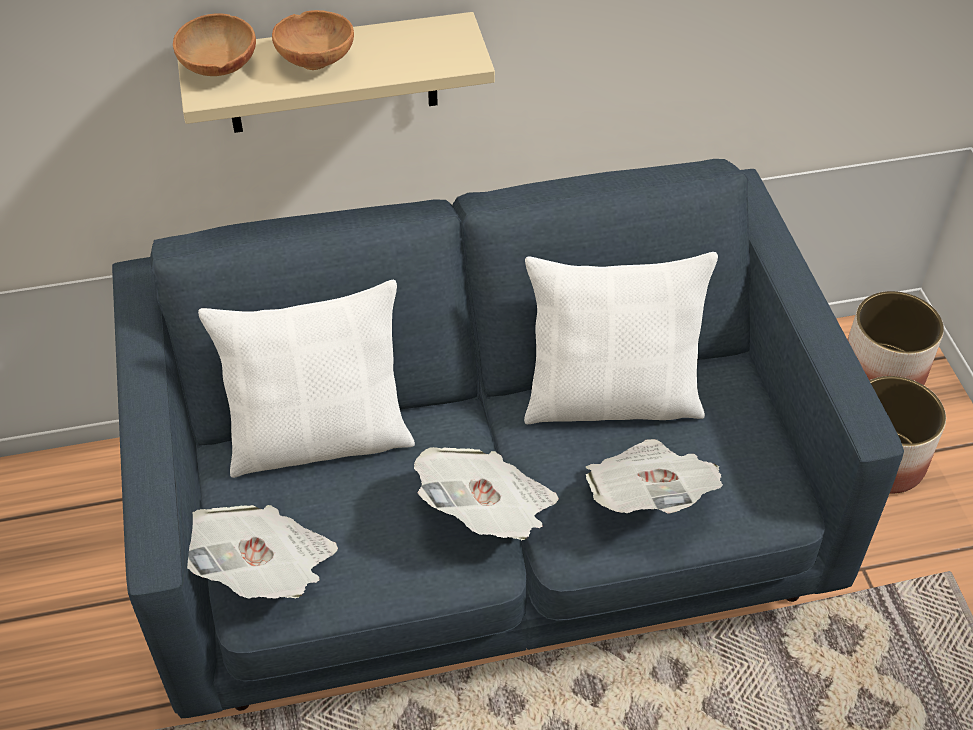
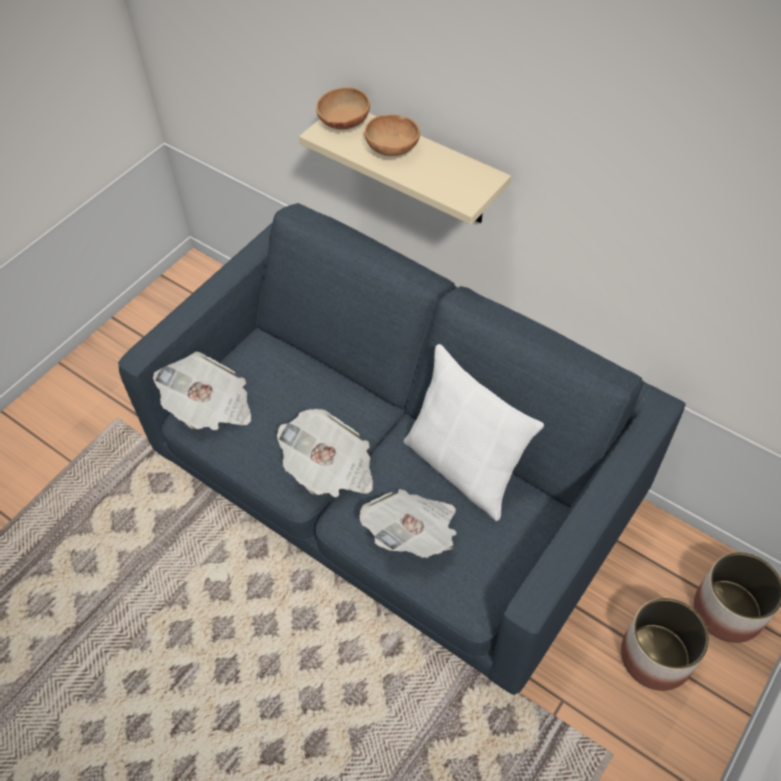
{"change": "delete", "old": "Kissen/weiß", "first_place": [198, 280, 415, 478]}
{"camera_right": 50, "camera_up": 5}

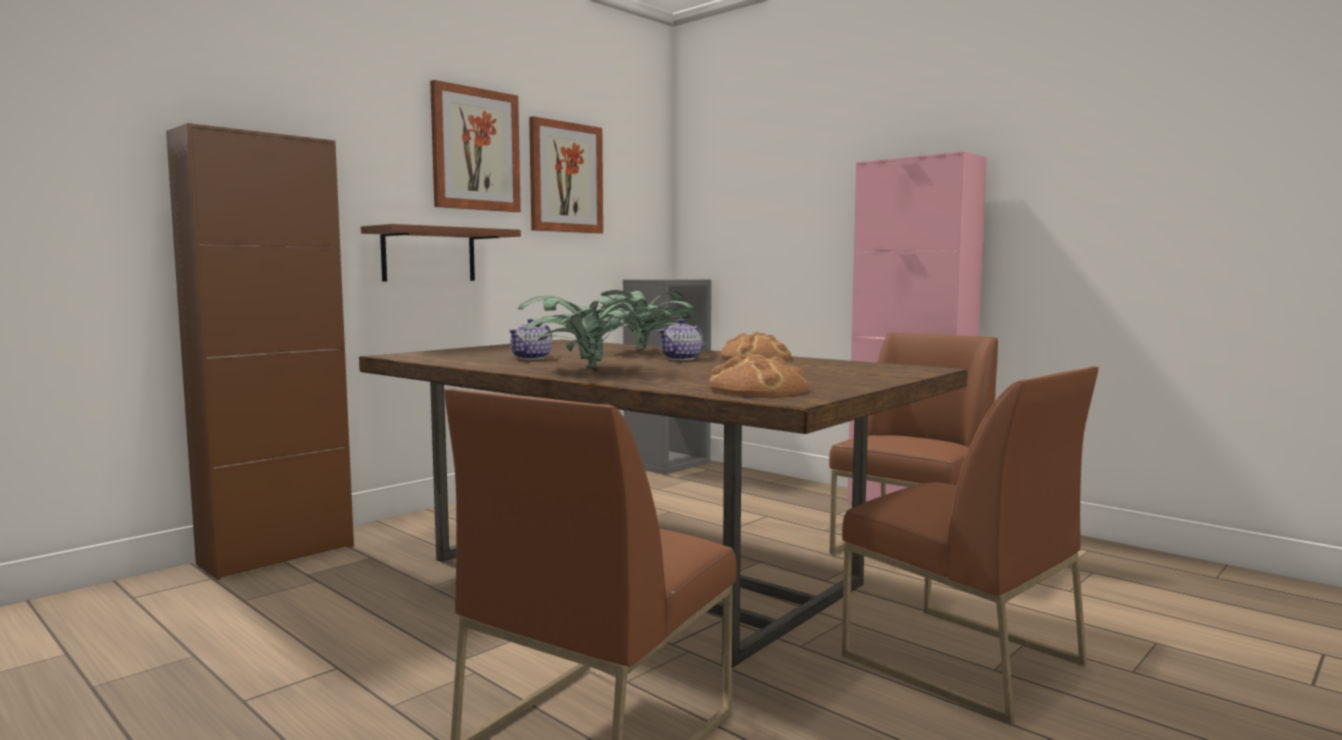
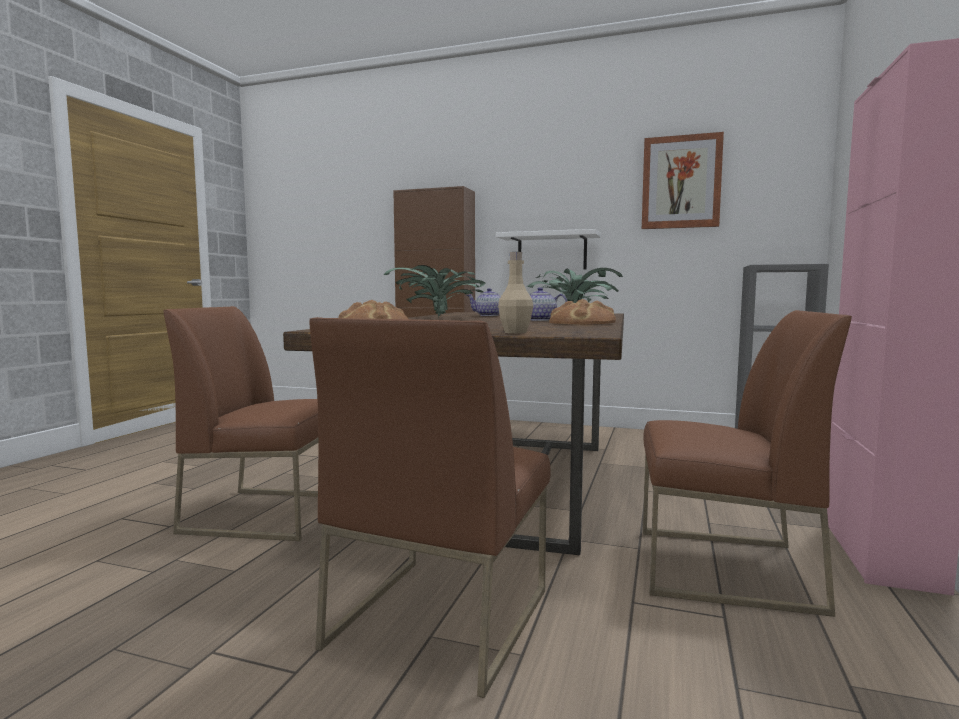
{"change": "delete", "old": "Bild", "first_place": [430, 80, 521, 212]}
{"change": "recolor", "old": "Wandregal/braun", "new": "Wandregal/weiß", "first_place": [361, 224, 521, 282], "second_place": [496, 229, 601, 269]}
{"change": "insert", "new": "Flasche/beige", "second_place": [498, 252, 533, 333]}
{"camera_right": 65, "camera_up": 0}

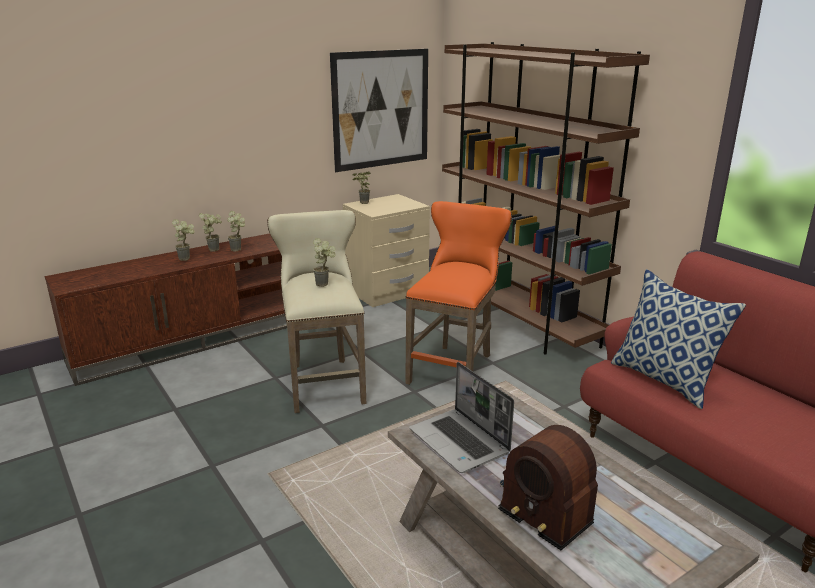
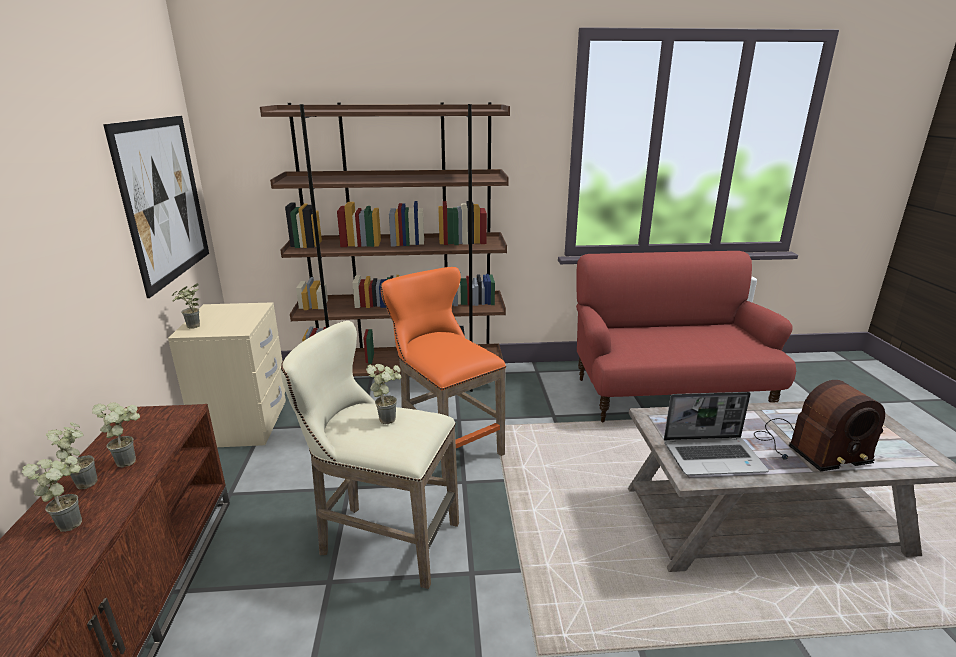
{"change": "delete", "old": "Kissen", "first_place": [611, 269, 746, 409]}
{"camera_right": -60, "camera_up": 0}

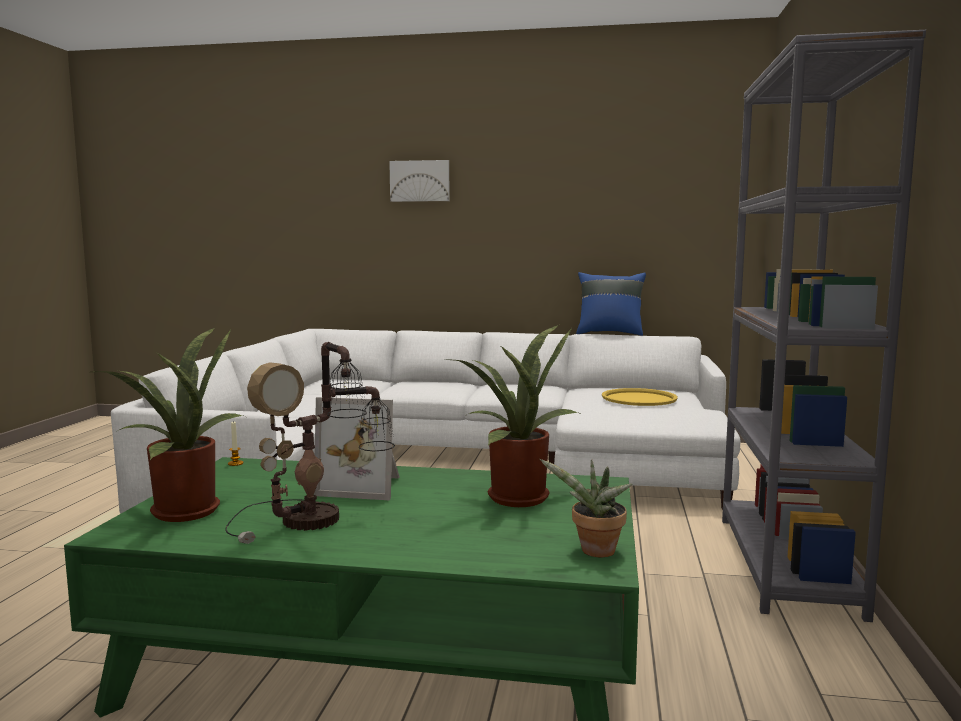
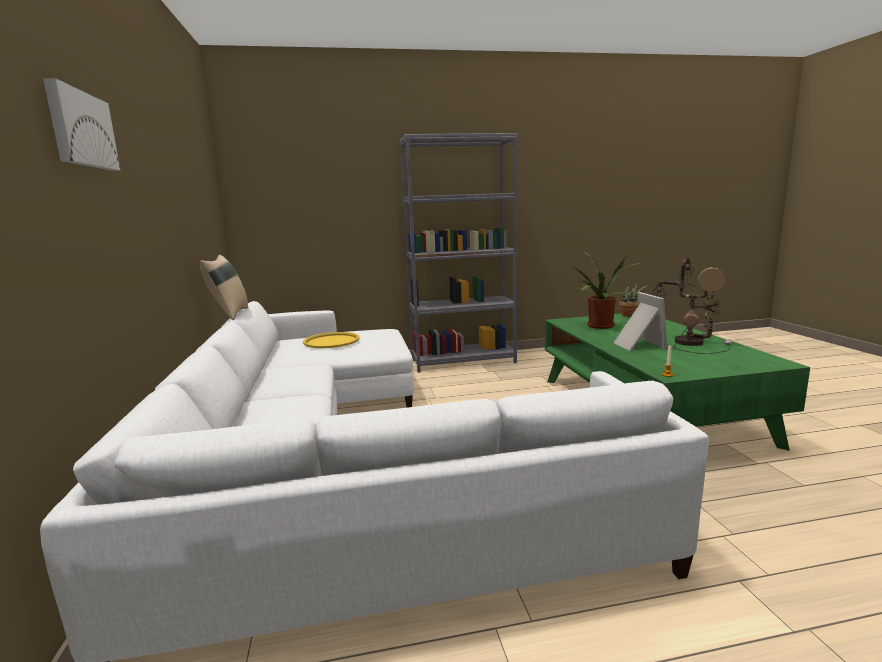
{"change": "recolor", "old": "Kissen/blau", "new": "Kissen/beige", "first_place": [576, 272, 646, 336], "second_place": [200, 255, 248, 320]}
{"change": "delete", "old": "Topfpflanze", "first_place": [95, 328, 246, 522]}
{"camera_right": -110, "camera_up": 5}

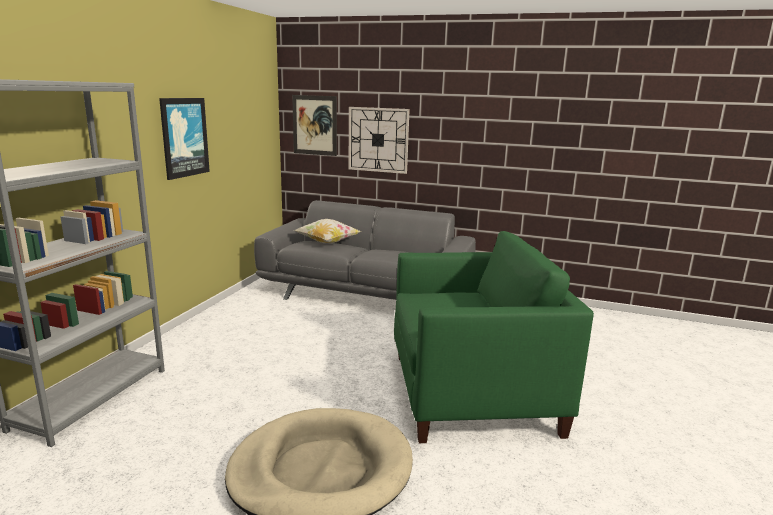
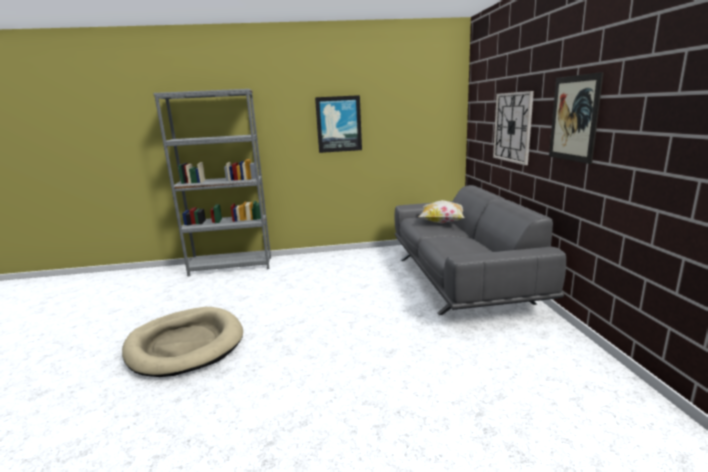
{"change": "move", "old": "Bild", "first_place": [292, 95, 337, 156], "second_place": [549, 72, 604, 164]}
{"change": "delete", "old": "Sessel/grün", "first_place": [394, 231, 594, 443]}
{"camera_right": 65, "camera_up": 0}

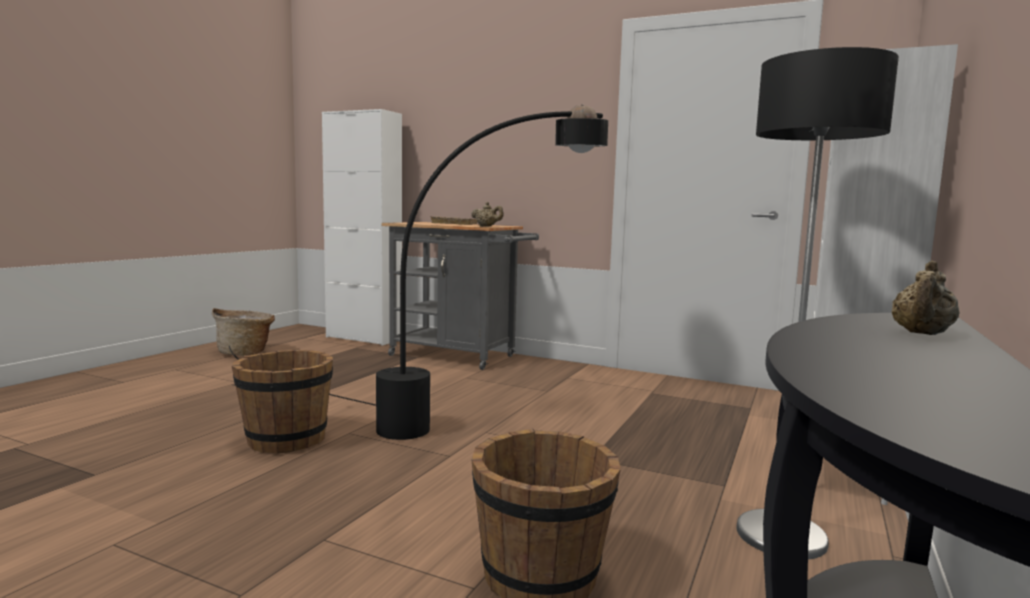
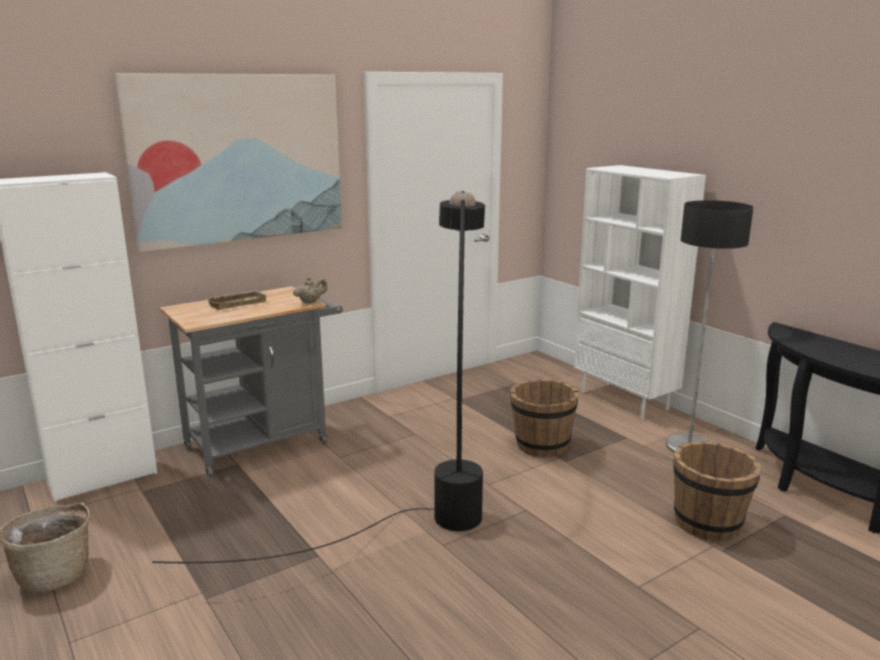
{"change": "delete", "old": "Teekanne/beige", "first_place": [892, 261, 960, 335]}
{"change": "move", "old": "Eimer/braun", "first_place": [232, 350, 333, 454], "second_place": [510, 379, 579, 457]}
{"change": "insert", "new": "Bild", "second_place": [114, 73, 342, 252]}
{"camera_right": -60, "camera_up": 10}

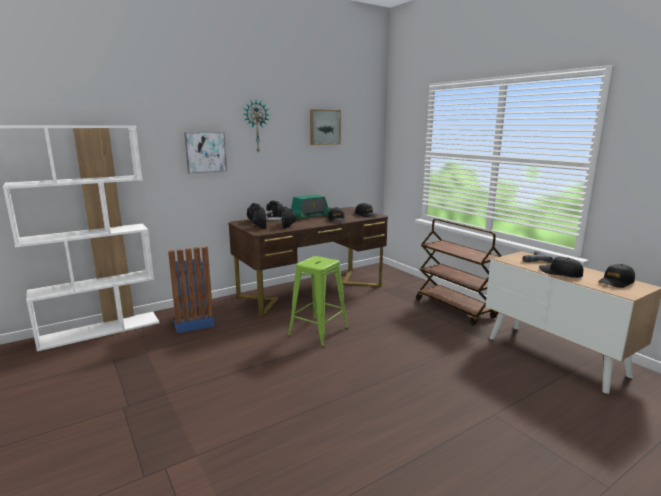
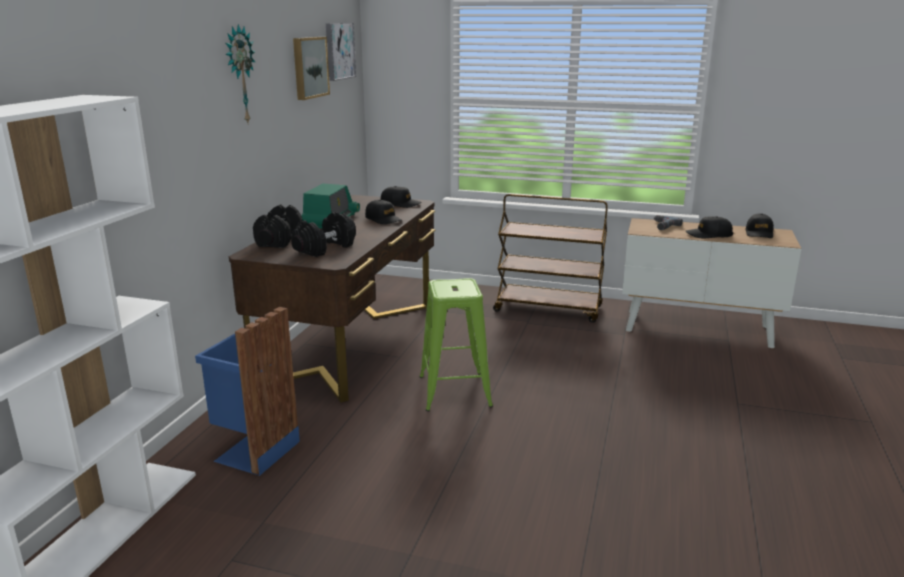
{"change": "move", "old": "Bild", "first_place": [184, 132, 227, 173], "second_place": [326, 23, 356, 81]}
{"camera_right": -40, "camera_up": 5}

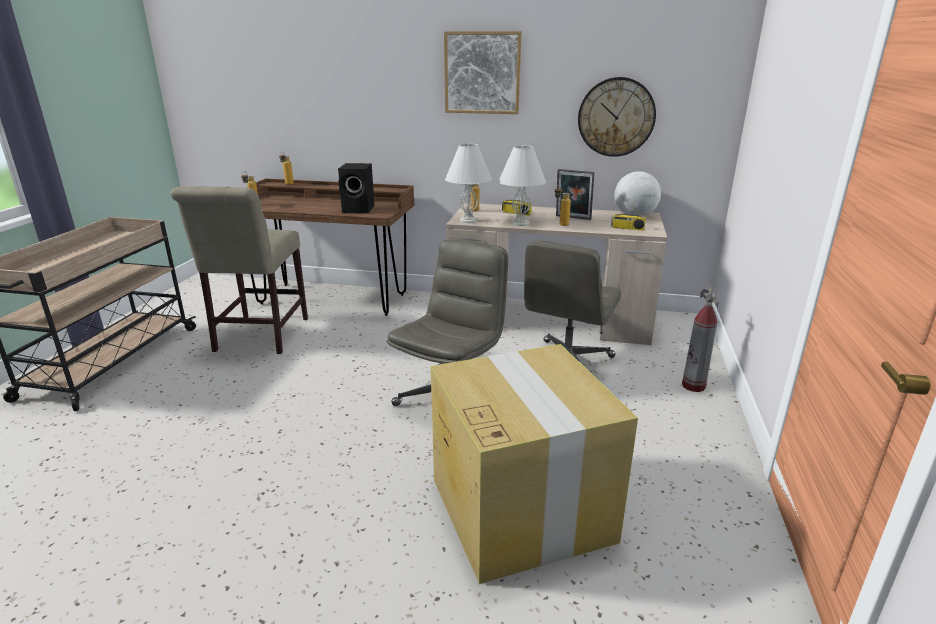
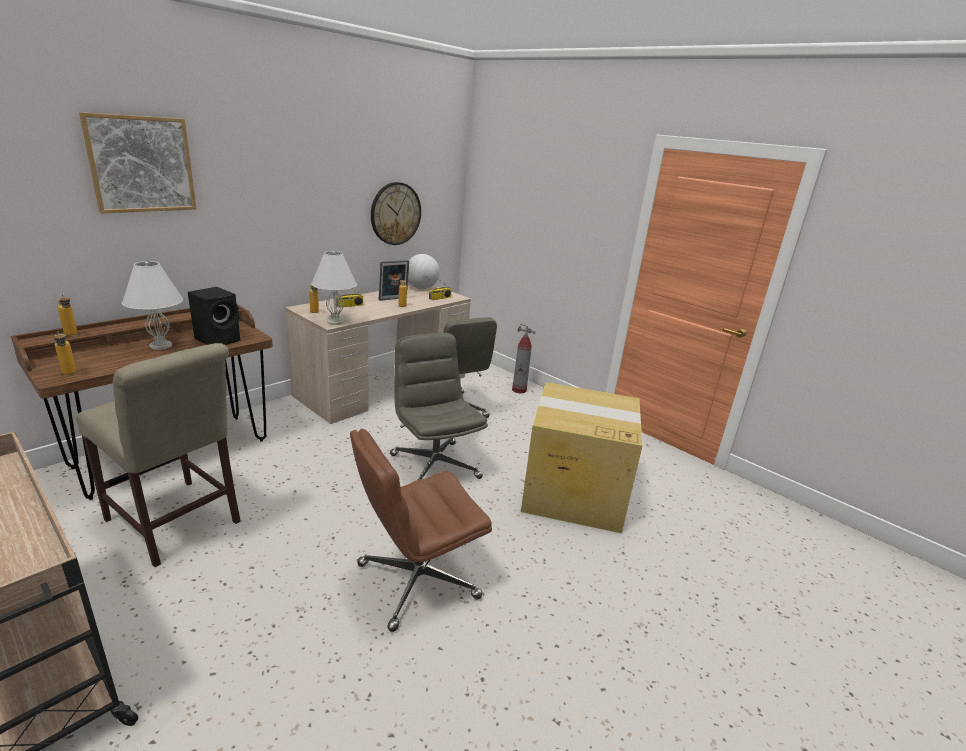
{"change": "move", "old": "Bild", "first_place": [444, 31, 522, 114], "second_place": [79, 112, 196, 213]}
{"change": "move", "old": "Tischlampe/weiß", "first_place": [498, 145, 546, 226], "second_place": [122, 261, 183, 350]}
{"change": "insert", "new": "Bürostuhl/braun", "second_place": [350, 429, 492, 632]}
{"camera_right": -60, "camera_up": 0}

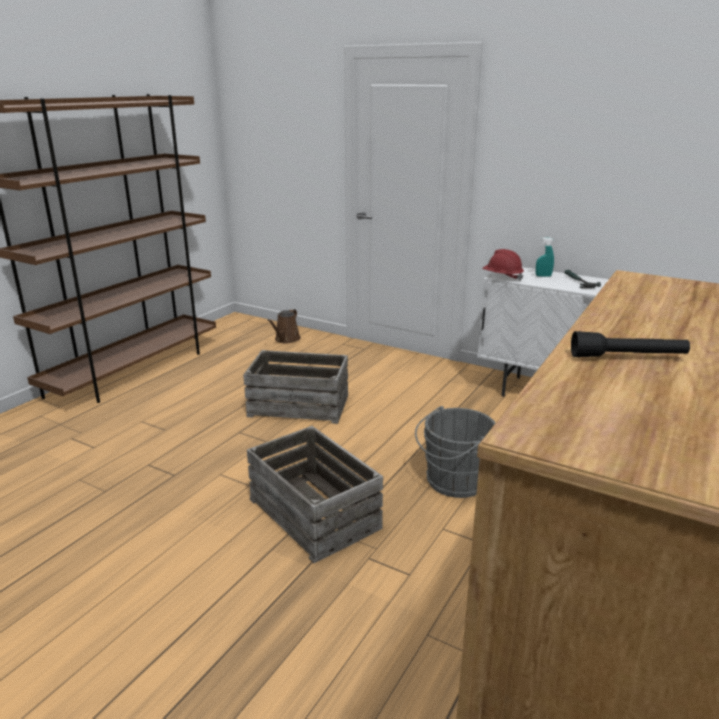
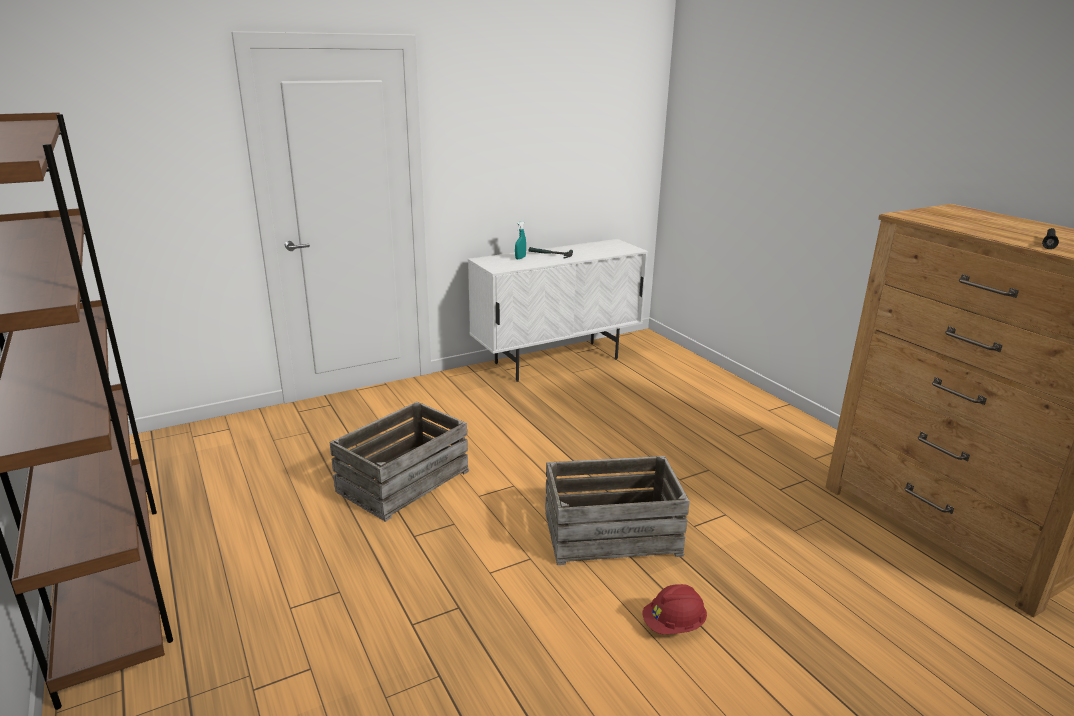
{"change": "move", "old": "Schutzhelm/rot", "first_place": [482, 249, 524, 281], "second_place": [642, 584, 707, 634]}
{"change": "delete", "old": "Gießkanne/braun", "first_place": [267, 309, 301, 344]}
{"change": "delete", "old": "Eimer/grau", "first_place": [415, 406, 496, 498]}
{"camera_right": -60, "camera_up": 0}

